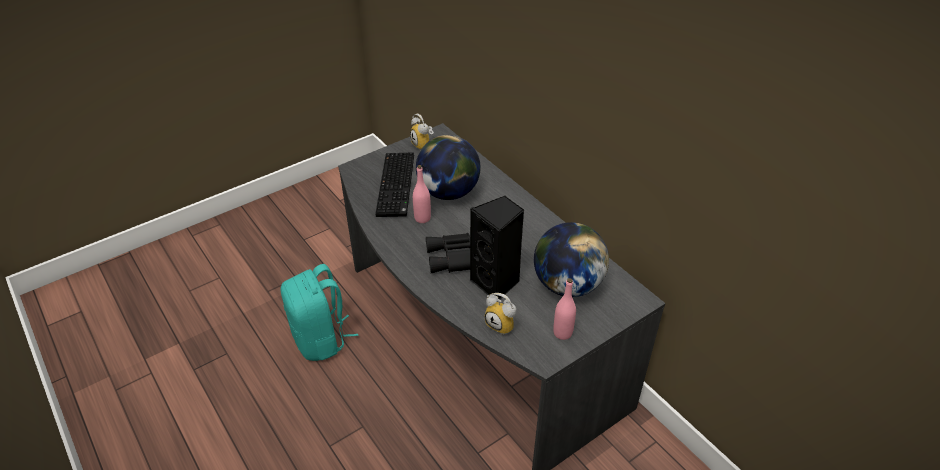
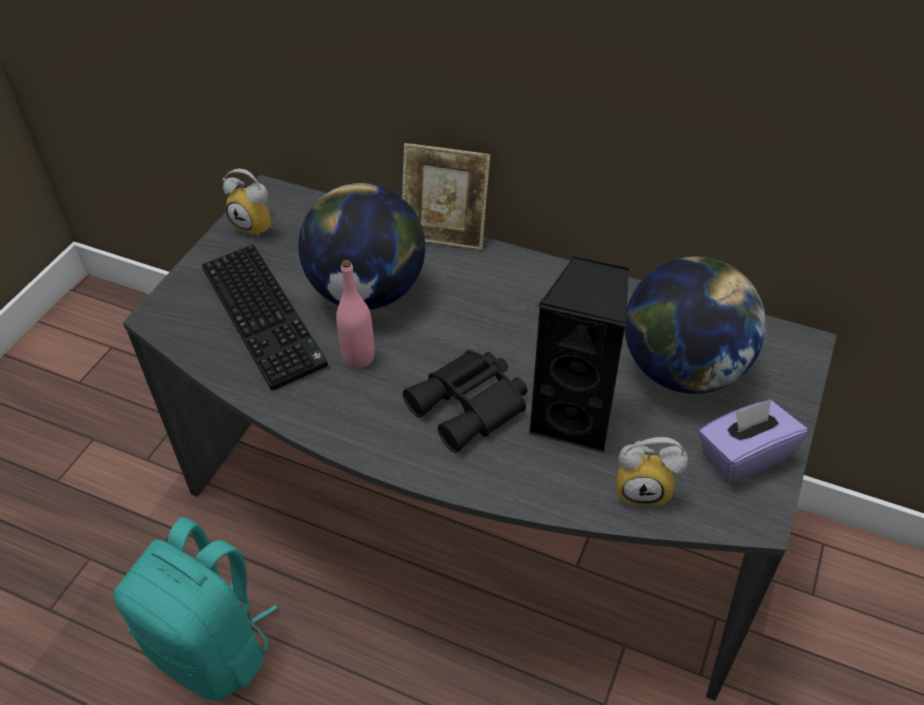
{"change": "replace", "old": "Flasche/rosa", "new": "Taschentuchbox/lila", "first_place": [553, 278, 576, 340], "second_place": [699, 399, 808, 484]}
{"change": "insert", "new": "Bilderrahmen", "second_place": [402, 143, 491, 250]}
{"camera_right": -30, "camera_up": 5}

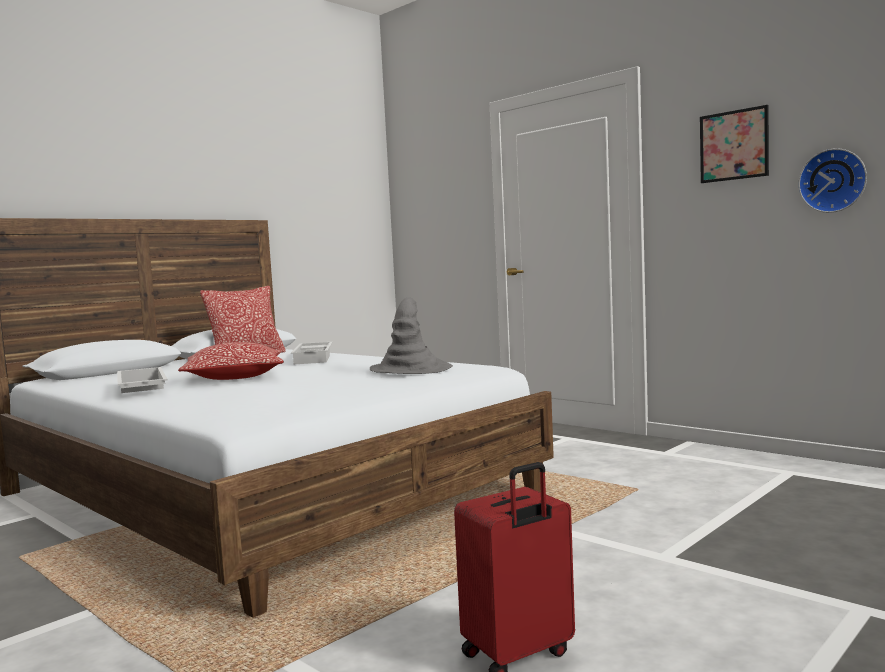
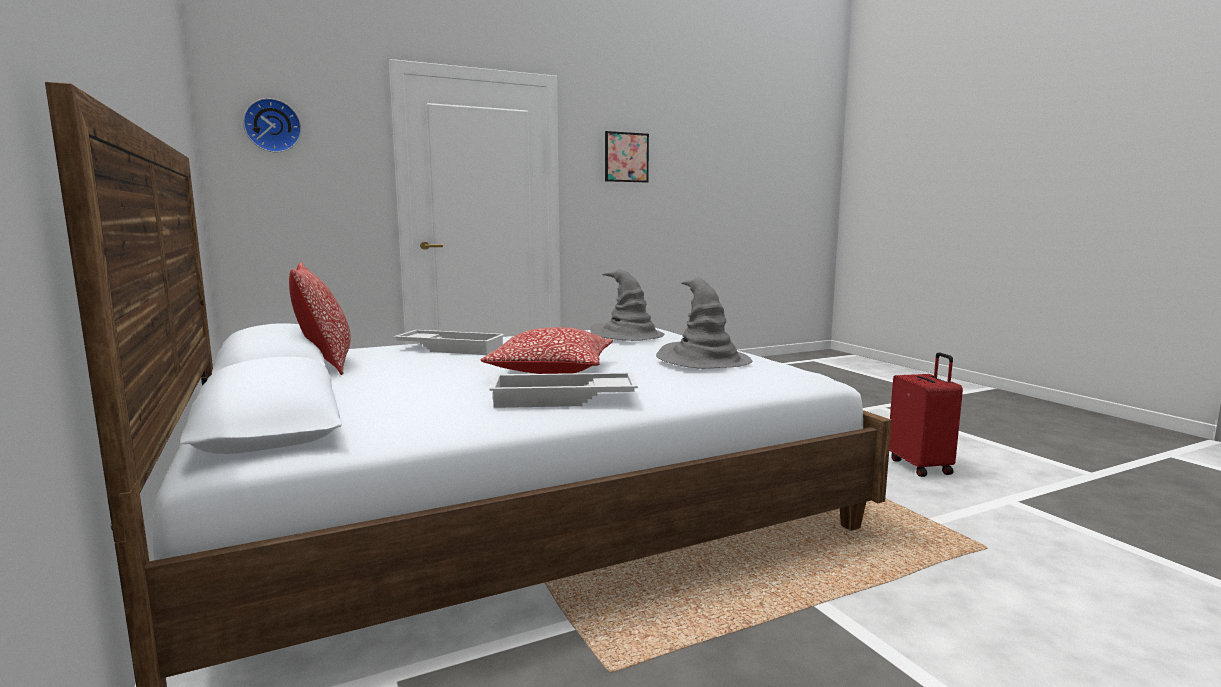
{"change": "move", "old": "Wanduhr", "first_place": [798, 148, 867, 213], "second_place": [243, 98, 302, 153]}
{"change": "insert", "new": "Hut/grau", "second_place": [656, 277, 752, 369]}
{"camera_right": -70, "camera_up": 5}

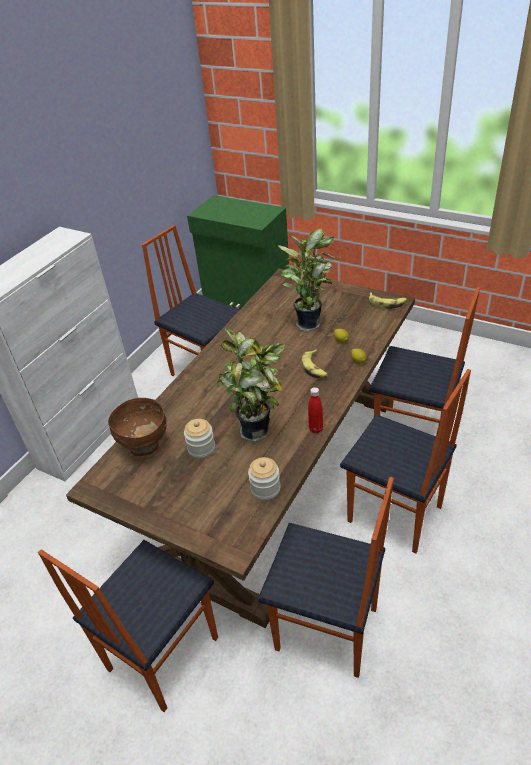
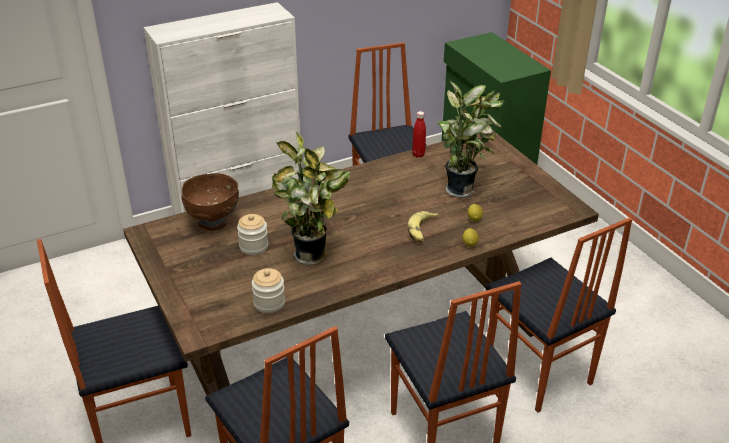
{"change": "delete", "old": "Banane", "first_place": [369, 292, 407, 309]}
{"change": "move", "old": "Flasche/rot", "first_place": [308, 387, 323, 433], "second_place": [412, 111, 426, 158]}
{"camera_right": 30, "camera_up": -5}

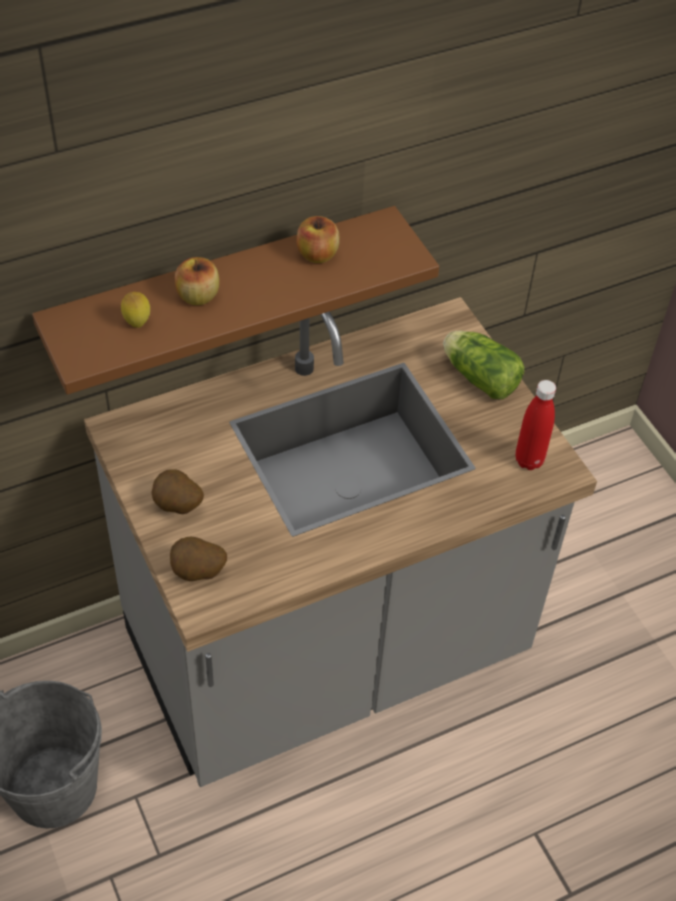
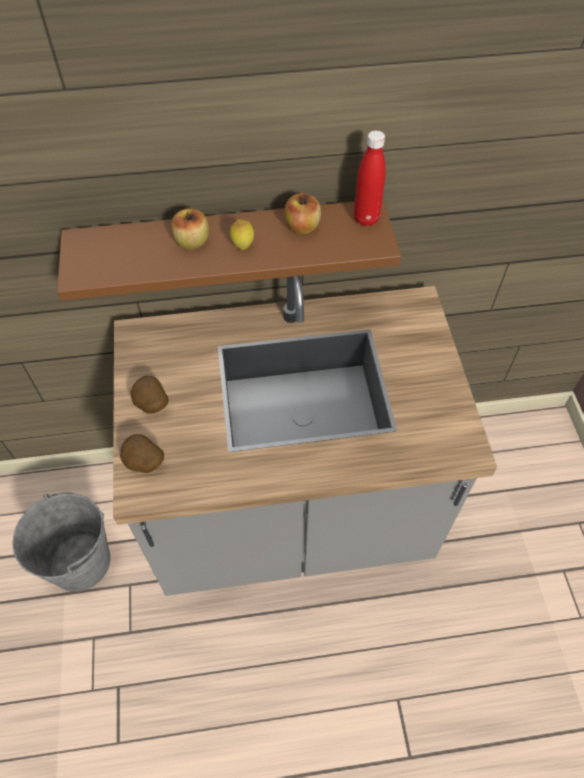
{"change": "move", "old": "Zitrone", "first_place": [121, 292, 150, 328], "second_place": [230, 219, 254, 250]}
{"change": "delete", "old": "Salatkopf", "first_place": [443, 330, 525, 399]}
{"change": "move", "old": "Flasche/rot", "first_place": [515, 380, 556, 470], "second_place": [354, 130, 386, 226]}
{"camera_right": 20, "camera_up": 5}

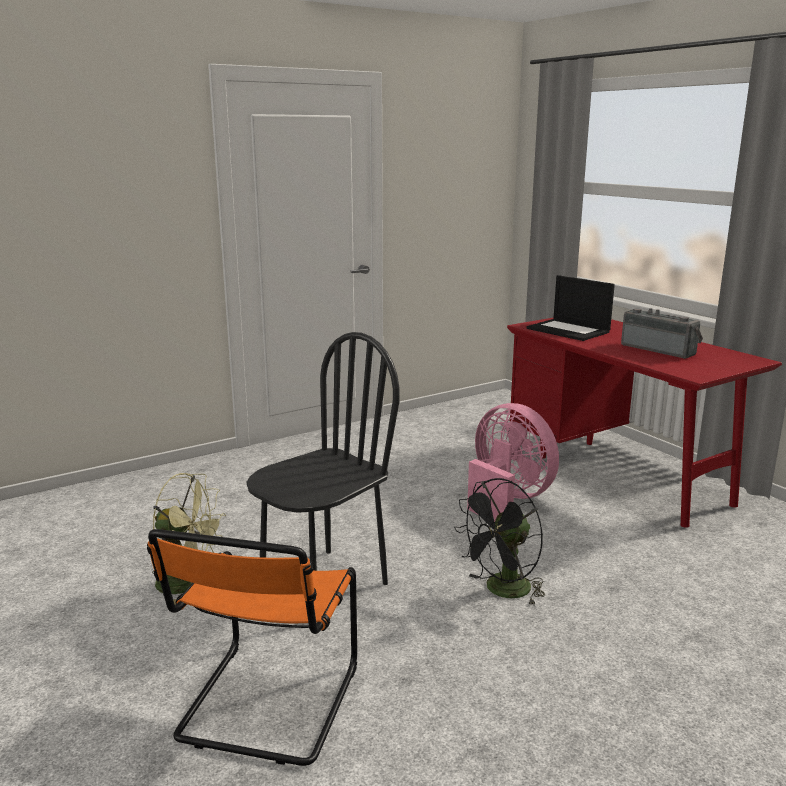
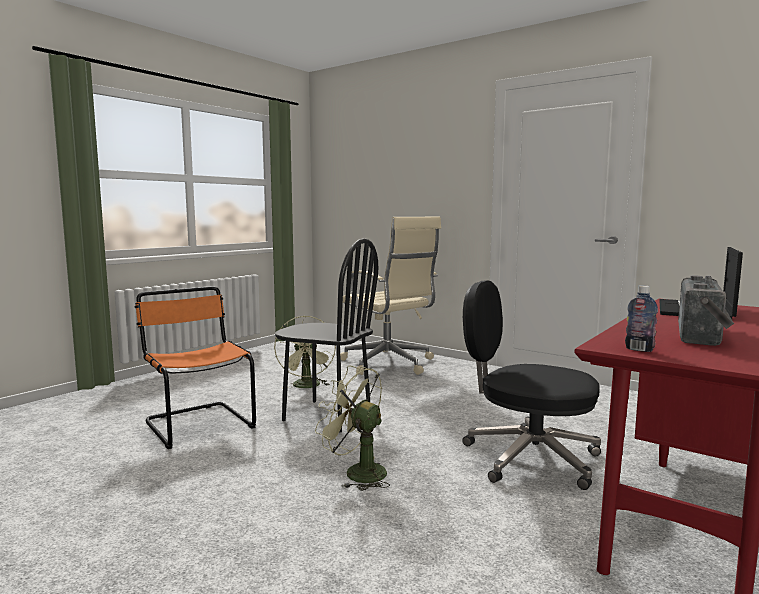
{"change": "replace", "old": "Ventilator/rosa", "new": "Bürostuhl/schwarz", "first_place": [467, 403, 559, 522], "second_place": [462, 280, 601, 490]}
{"change": "recolor", "old": "Ventilator/schwarz", "new": "Ventilator/grün", "first_place": [454, 478, 545, 604], "second_place": [315, 366, 390, 491]}
{"change": "rotate", "old": "Stuhl/orange", "first_place": [147, 529, 357, 766], "second_place": [135, 286, 256, 449], "degrees": 60}
{"change": "insert", "new": "Bürostuhl/beige", "second_place": [340, 217, 441, 375]}
{"change": "insert", "new": "Flasche", "second_place": [625, 285, 658, 352]}
{"camera_right": 70, "camera_up": -10}

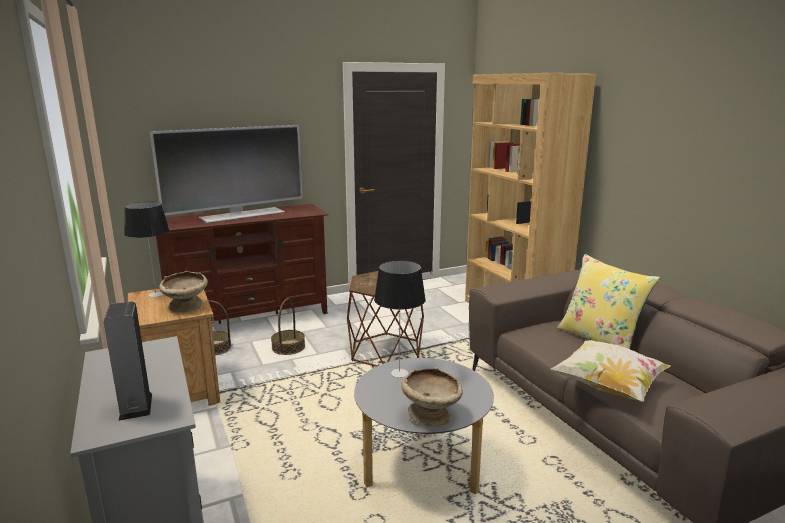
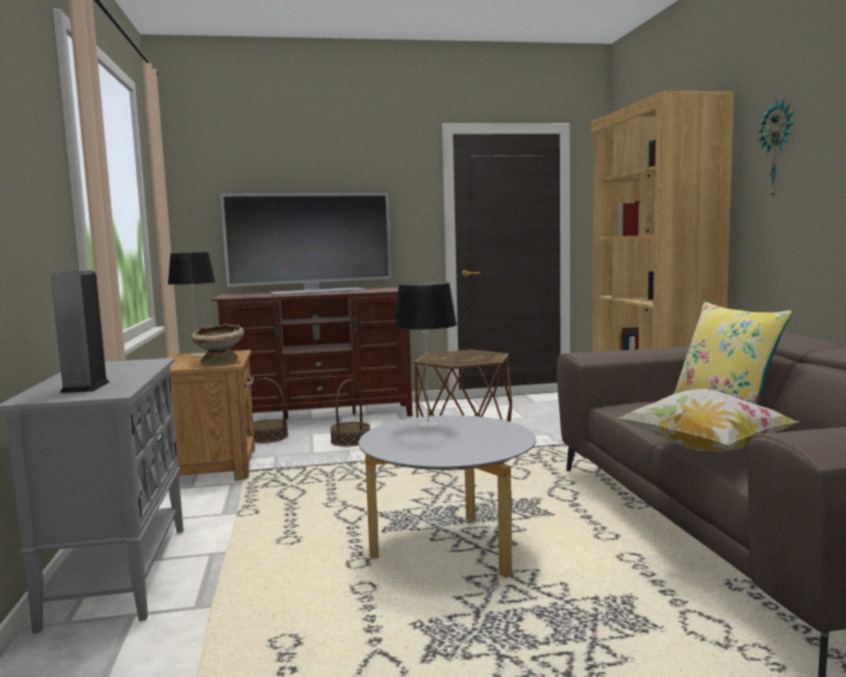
{"change": "delete", "old": "Schüssel/beige", "first_place": [401, 367, 463, 427]}
{"change": "insert", "new": "Wanduhr", "second_place": [758, 99, 794, 199]}
{"camera_right": 15, "camera_up": -10}

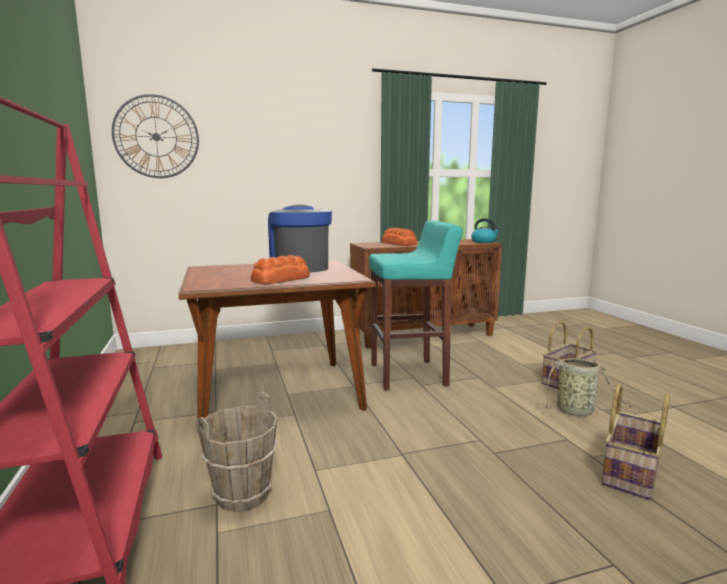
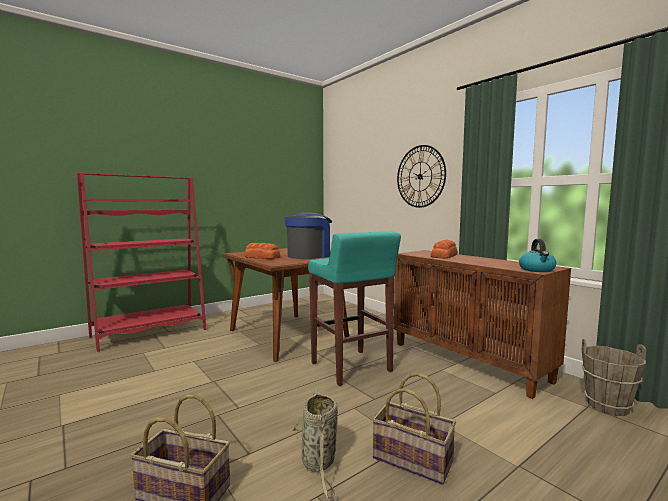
{"change": "move", "old": "Wanduhr", "first_place": [112, 94, 199, 178], "second_place": [397, 145, 446, 208]}
{"change": "move", "old": "Eimer/braun", "first_place": [197, 391, 278, 512], "second_place": [581, 339, 646, 416]}
{"camera_right": 70, "camera_up": -5}

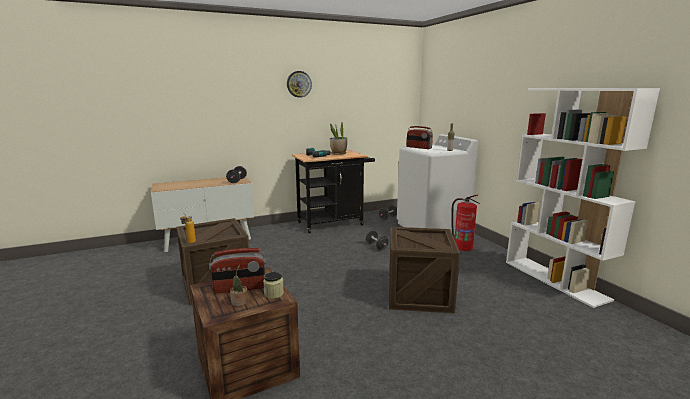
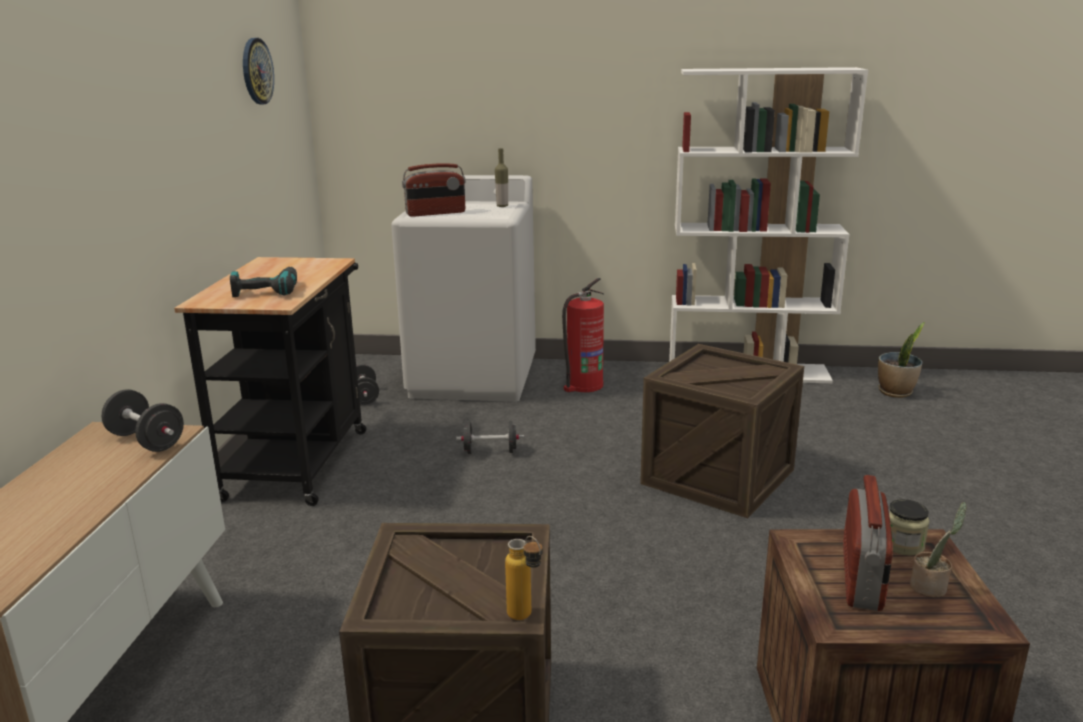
{"change": "move", "old": "Wanduhr", "first_place": [287, 71, 312, 98], "second_place": [243, 38, 274, 104]}
{"change": "move", "old": "Topfpflanze", "first_place": [330, 121, 347, 155], "second_place": [878, 322, 925, 398]}
{"camera_right": -60, "camera_up": 5}

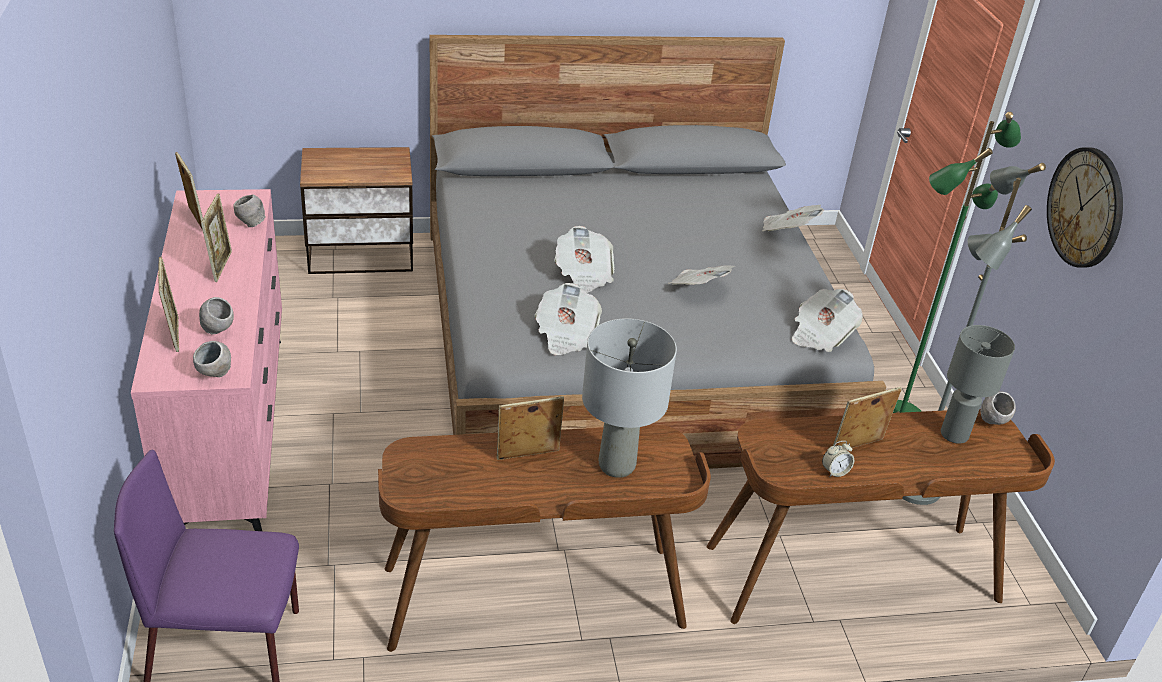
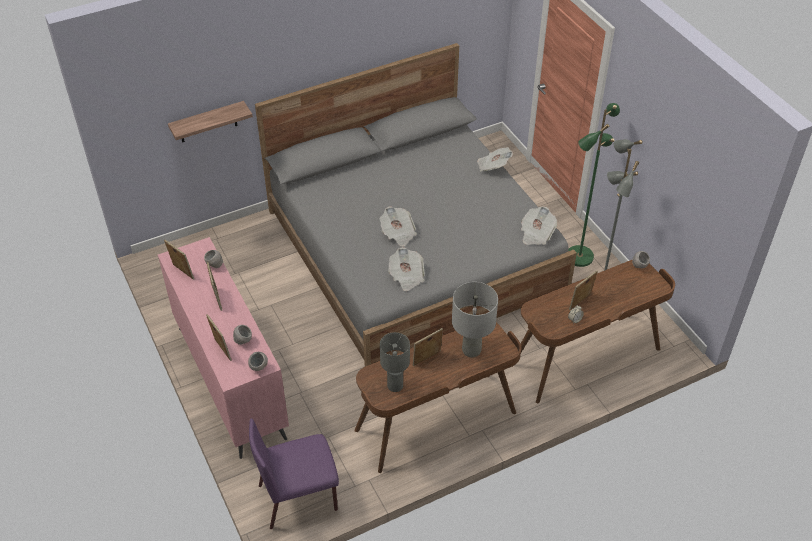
{"change": "delete", "old": "Nachttisch", "first_place": [300, 147, 413, 274]}
{"change": "delete", "old": "Wanduhr", "first_place": [1047, 147, 1123, 268]}
{"change": "delete", "old": "Zeitung", "first_place": [668, 265, 735, 285]}
{"change": "move", "old": "Tischlampe/grau", "first_place": [941, 325, 1015, 444], "second_place": [380, 332, 410, 392]}
{"change": "insert", "new": "Wandregal", "second_place": [168, 101, 253, 143]}
{"camera_right": -15, "camera_up": 10}

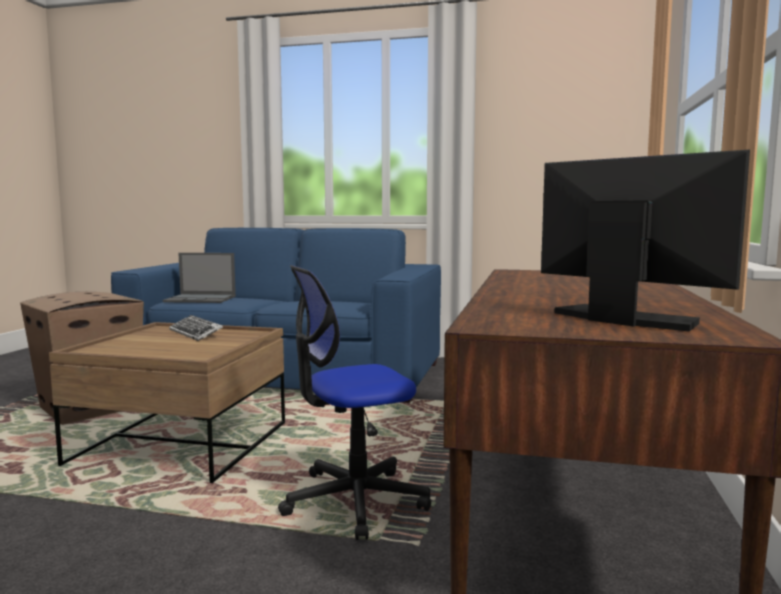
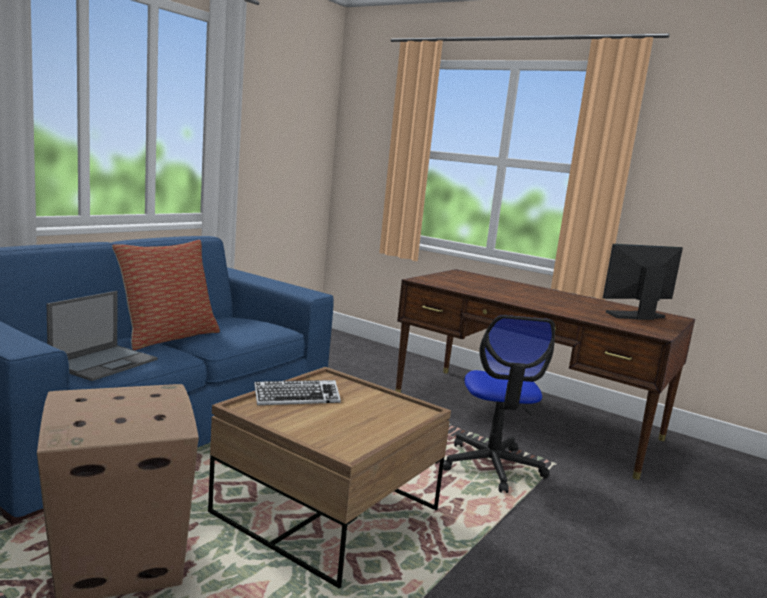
{"change": "insert", "new": "Kissen", "second_place": [112, 240, 220, 350]}
{"camera_right": -70, "camera_up": 5}

